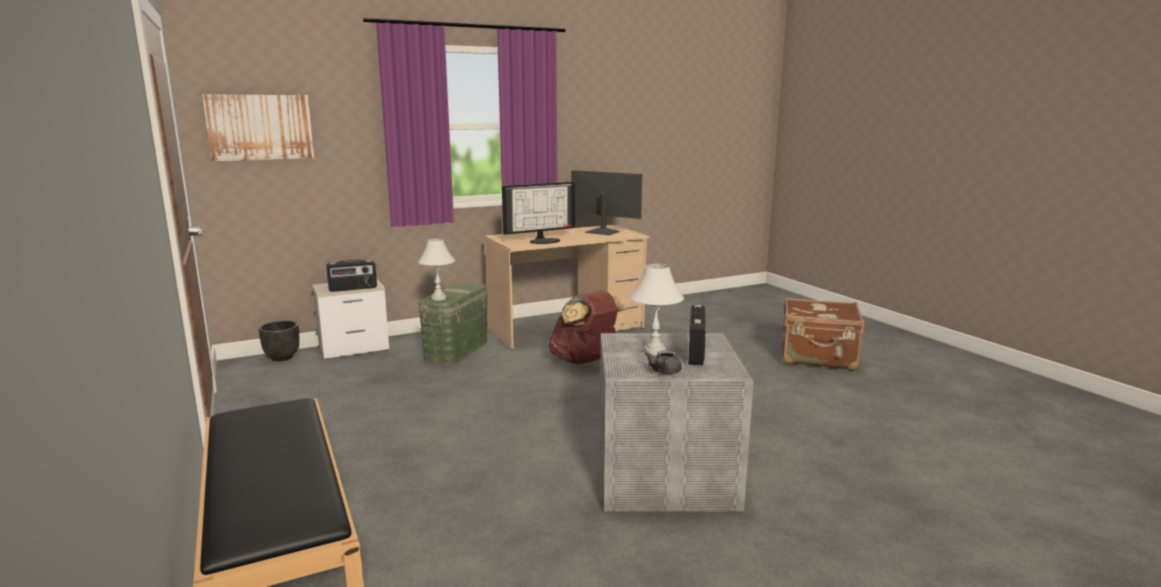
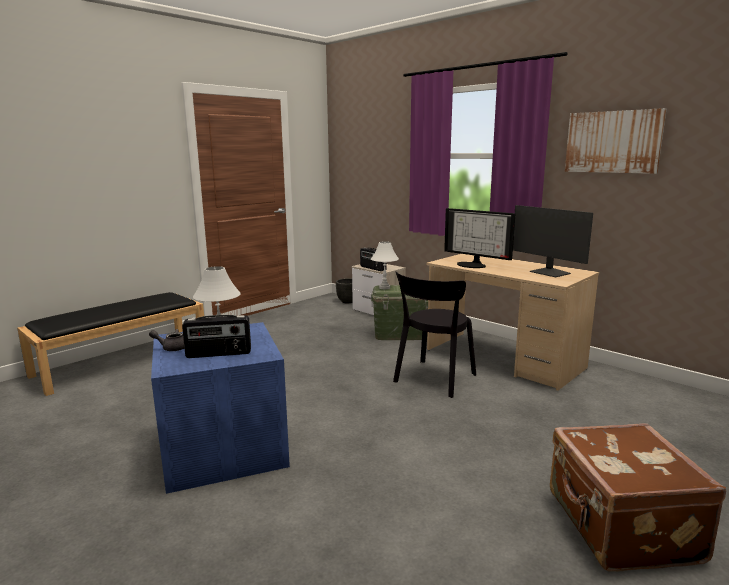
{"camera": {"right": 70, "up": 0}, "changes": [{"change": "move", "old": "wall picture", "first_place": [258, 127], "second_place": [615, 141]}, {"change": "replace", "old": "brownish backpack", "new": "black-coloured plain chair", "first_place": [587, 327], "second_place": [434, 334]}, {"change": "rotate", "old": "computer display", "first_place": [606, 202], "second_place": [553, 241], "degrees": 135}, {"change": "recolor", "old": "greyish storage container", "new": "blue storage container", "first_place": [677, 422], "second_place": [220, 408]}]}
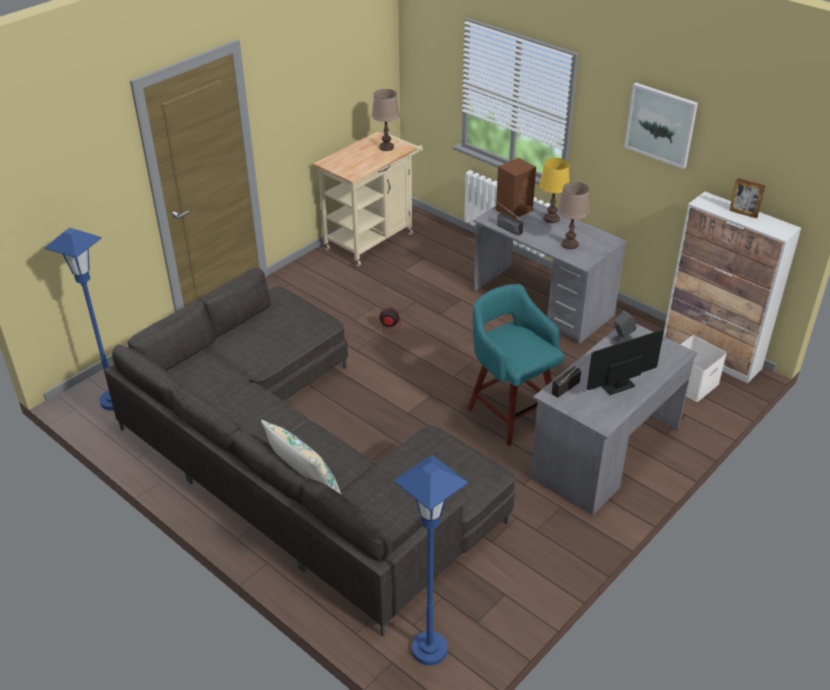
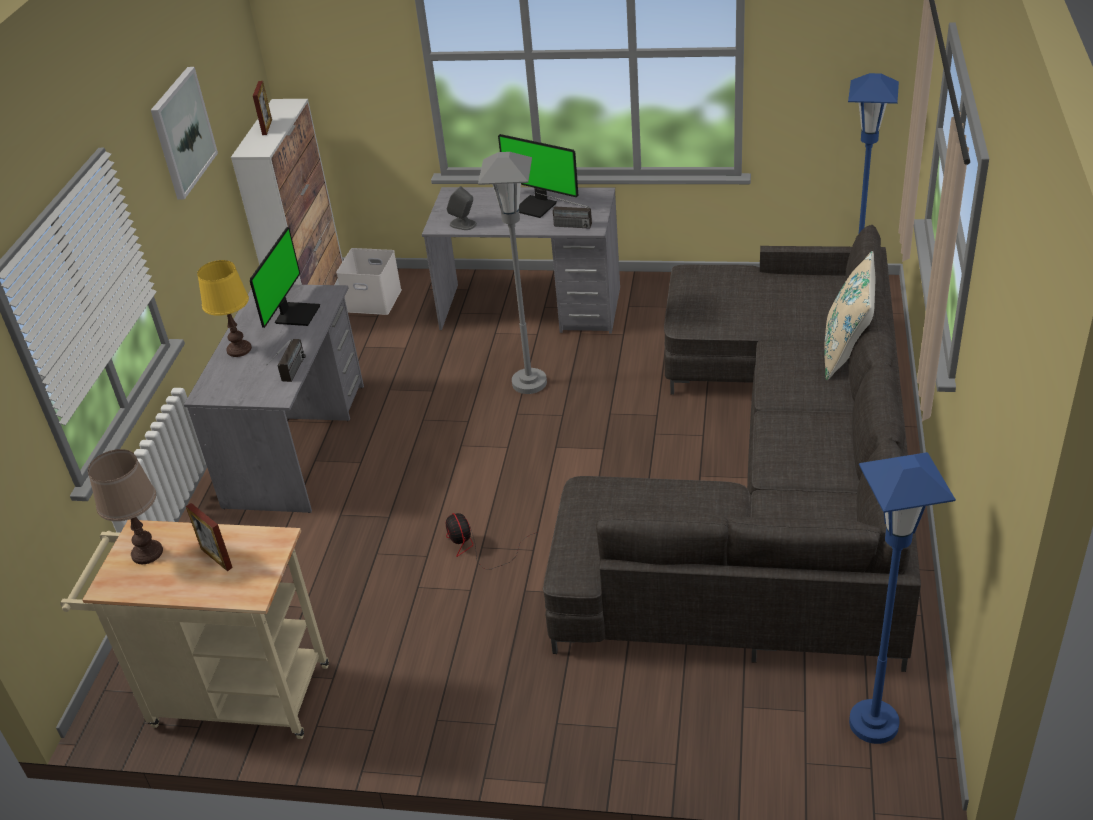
{"camera": {"right": -120, "up": 0}, "changes": [{"change": "replace", "old": "blue-green stool", "new": "greyish standard lamp", "first_place": [515, 365], "second_place": [512, 273]}, {"change": "delete", "old": "brownish audio speaker", "first_place": [516, 188]}, {"change": "replace", "old": "brownish table lamp", "new": "computer display", "first_place": [574, 215], "second_place": [285, 277]}, {"change": "insert", "new": "picture frame", "second_place": [209, 537]}]}
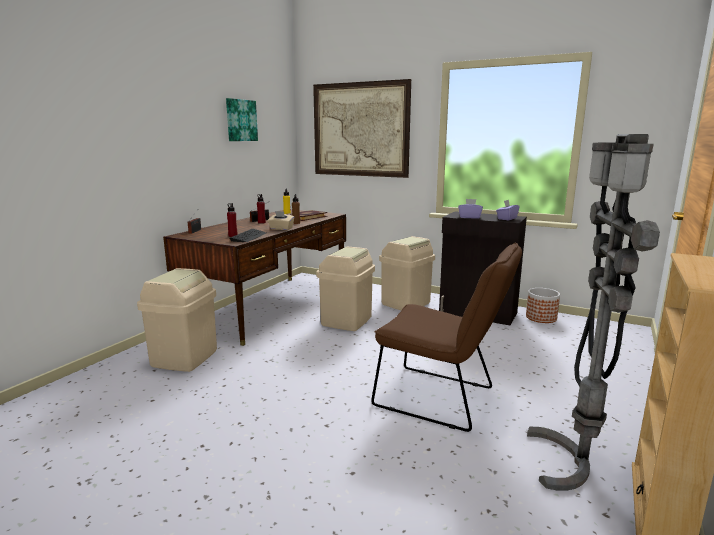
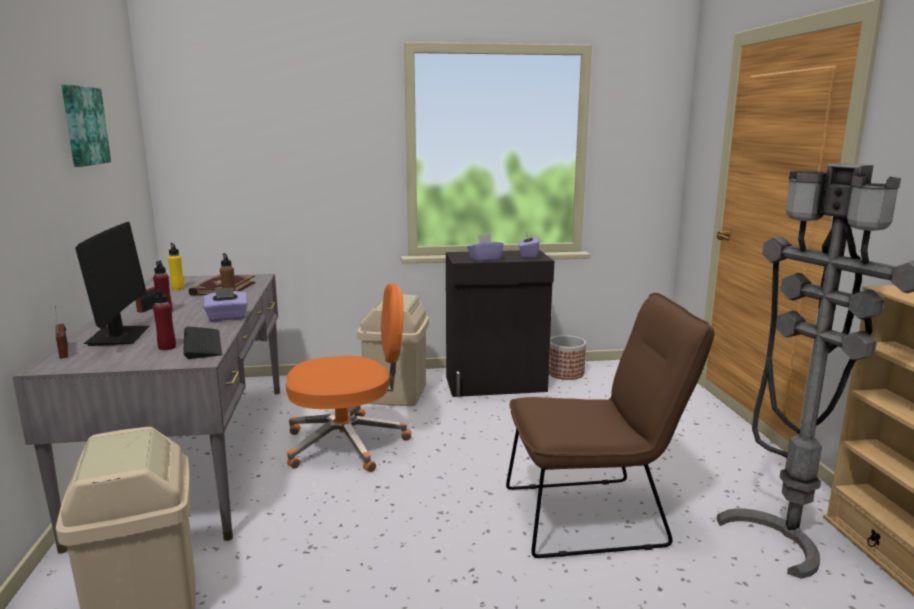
{"camera": {"right": -35, "up": 0}, "changes": [{"change": "recolor", "old": "brownish desk unit", "new": "greyish desk unit", "first_place": [254, 277], "second_place": [146, 414]}, {"change": "recolor", "old": "beige-coloured box of tissues", "new": "purple box of tissues", "first_place": [281, 220], "second_place": [225, 304]}, {"change": "delete", "old": "wall picture", "first_place": [362, 128]}, {"change": "replace", "old": "beige-coloured waste bin", "new": "orangey computer chair", "first_place": [345, 289], "second_place": [348, 377]}, {"change": "insert", "new": "computer display", "second_place": [112, 284]}]}
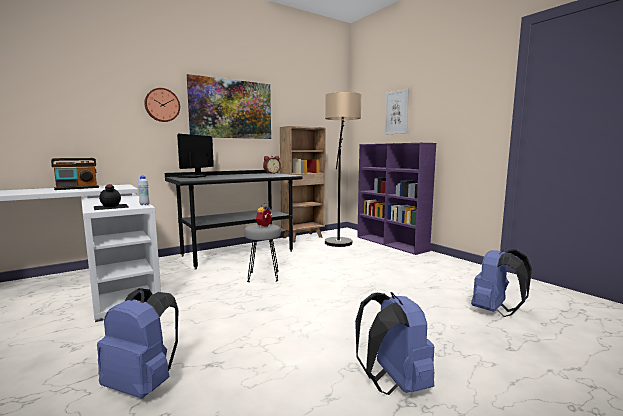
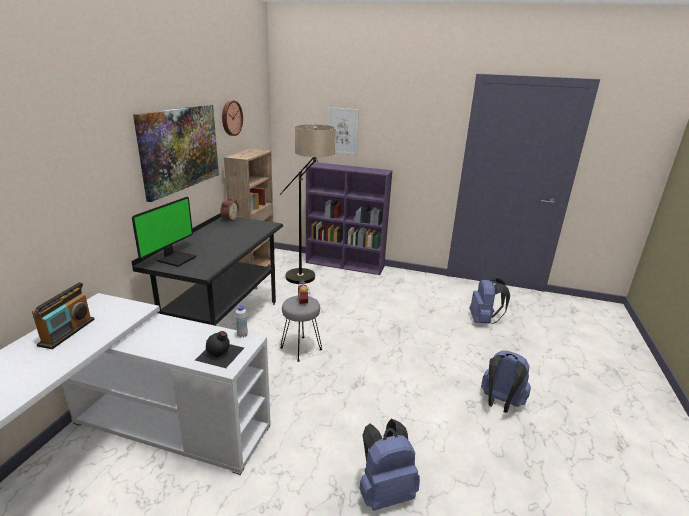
{"camera": {"right": -40, "up": 15}, "changes": [{"change": "move", "old": "wall clock", "first_place": [162, 105], "second_place": [232, 118]}, {"change": "rotate", "old": "computer display", "first_place": [195, 156], "second_place": [164, 232], "degrees": -135}]}
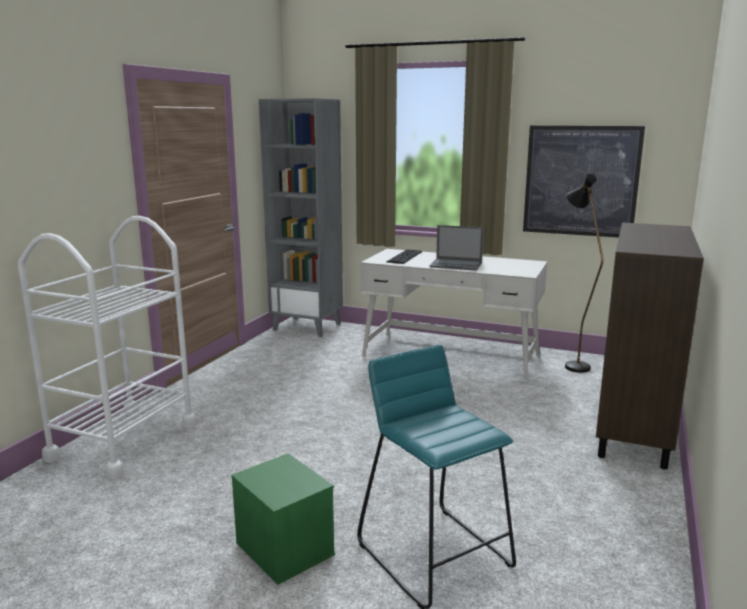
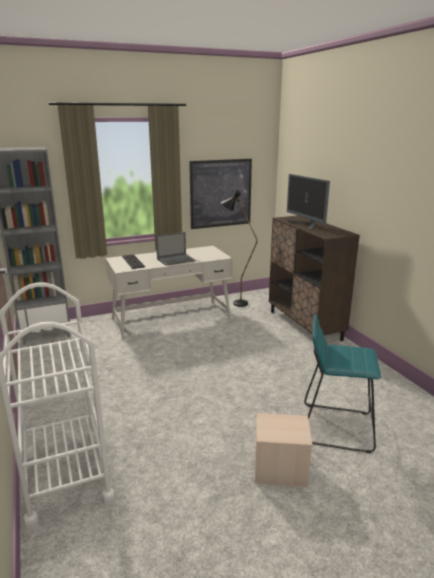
{"camera": {"right": -45, "up": 5}, "changes": [{"change": "recolor", "old": "greenish storage container", "new": "beige-coloured storage container", "first_place": [283, 519], "second_place": [284, 450]}, {"change": "insert", "new": "computer display", "second_place": [308, 202]}]}
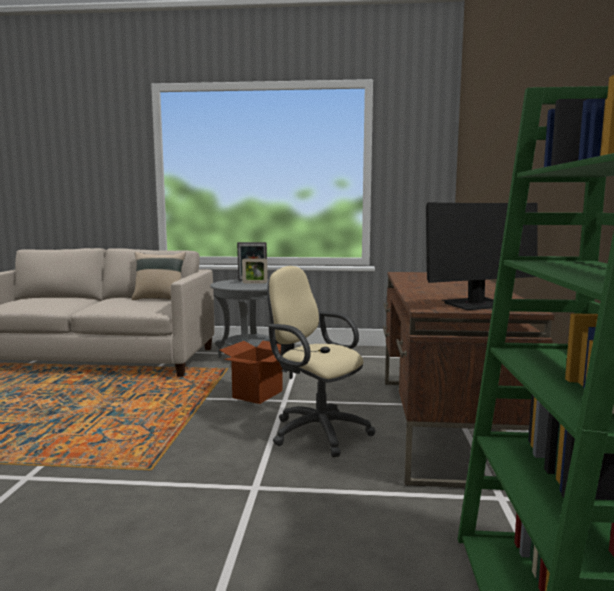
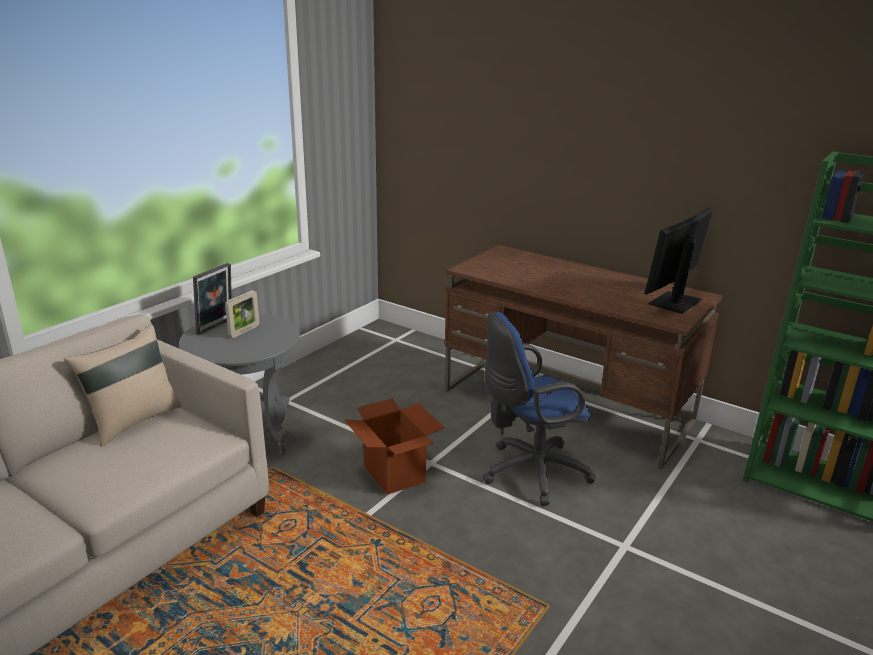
{"camera": {"right": -60, "up": 15}, "changes": [{"change": "recolor", "old": "beige-coloured computer chair", "new": "blue computer chair", "first_place": [321, 361], "second_place": [539, 409]}, {"change": "rotate", "old": "computer display", "first_place": [482, 256], "second_place": [678, 260], "degrees": -150}]}
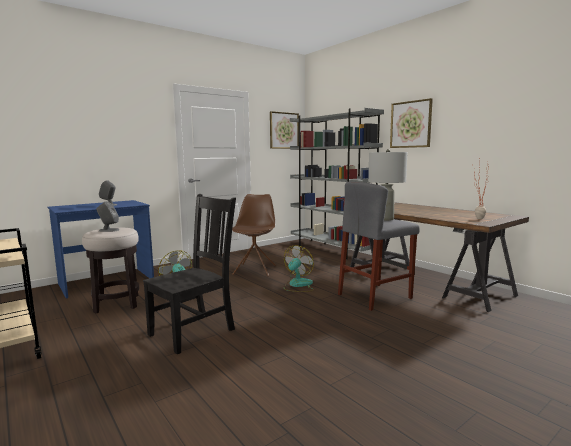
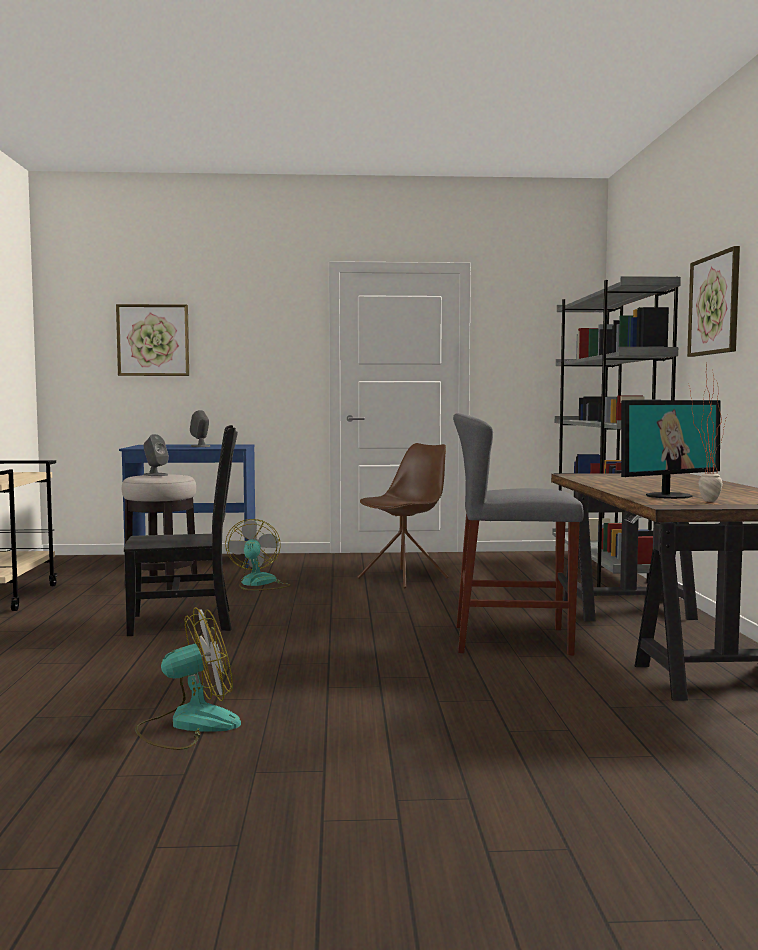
{"camera": {"right": 35, "up": -5}, "changes": [{"change": "move", "old": "wall picture", "first_place": [284, 130], "second_place": [152, 340]}, {"change": "move", "old": "fan", "first_place": [299, 268], "second_place": [188, 678]}, {"change": "delete", "old": "greyish table lamp", "first_place": [387, 185]}, {"change": "insert", "new": "computer display", "second_place": [671, 449]}]}
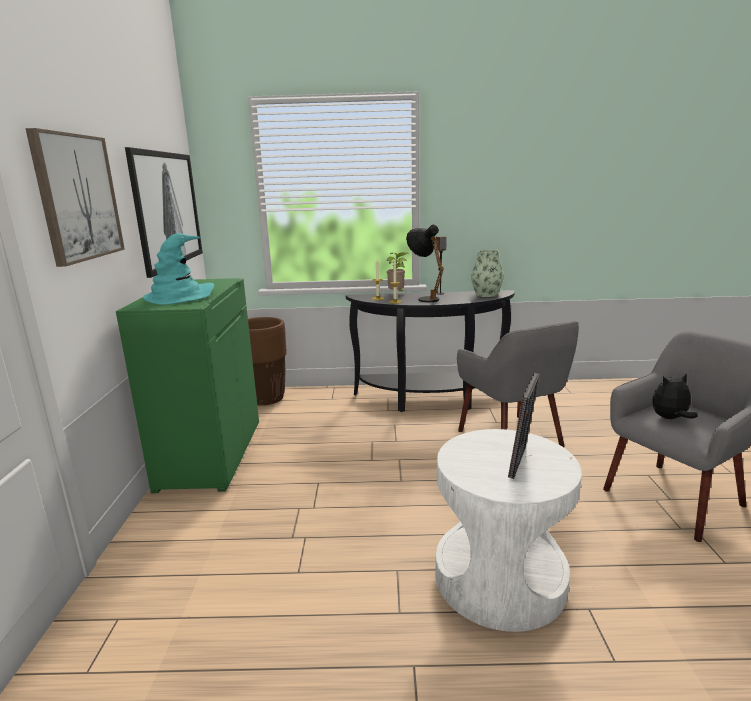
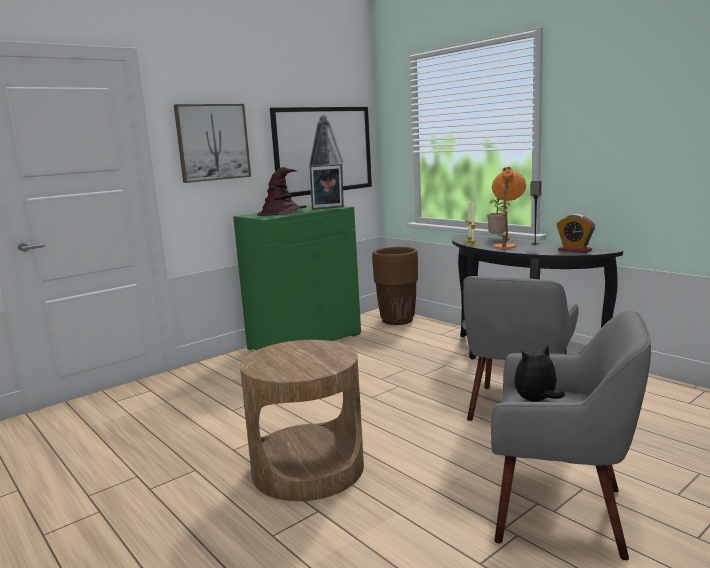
{"camera": {"right": 50, "up": -5}, "changes": [{"change": "recolor", "old": "blue-green wearable hat", "new": "brownish wearable hat", "first_place": [178, 269], "second_place": [282, 191]}, {"change": "recolor", "old": "black-coloured table lamp", "new": "orangey table lamp", "first_place": [425, 263], "second_place": [509, 208]}, {"change": "recolor", "old": "white-coloured side table", "new": "brownish side table", "first_place": [509, 530], "second_place": [302, 420]}, {"change": "replace", "old": "flower vase", "new": "alarm clock", "first_place": [487, 273], "second_place": [576, 233]}, {"change": "move", "old": "picture frame", "first_place": [524, 426], "second_place": [327, 187]}, {"change": "rotate", "old": "cuddly toy", "first_place": [675, 396], "second_place": [539, 373], "degrees": -60}]}
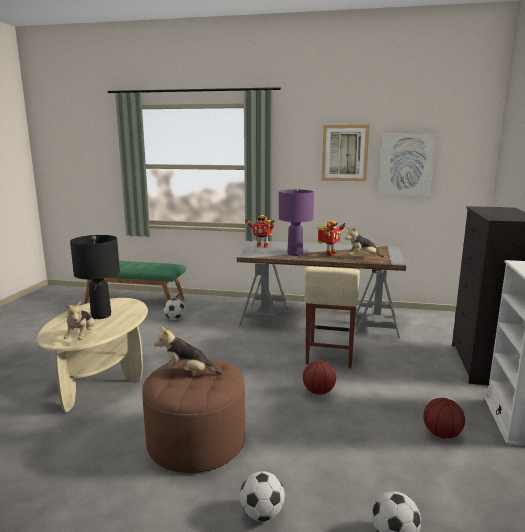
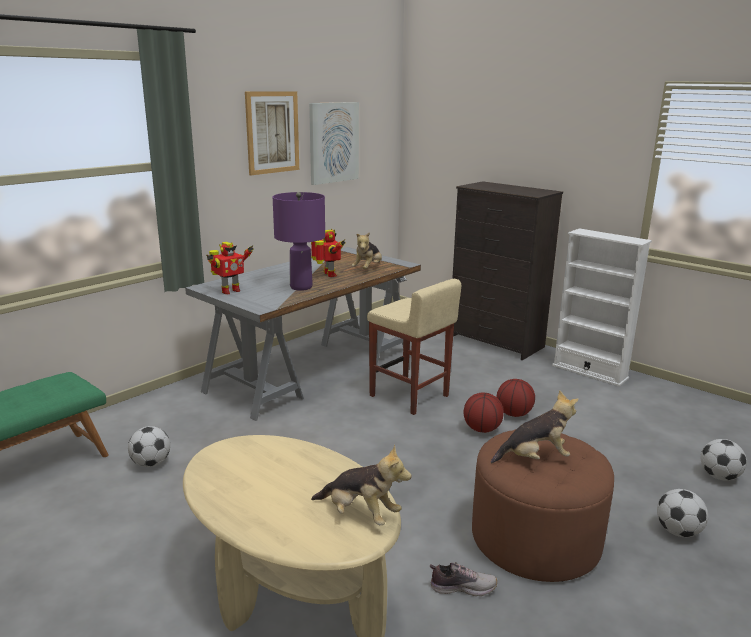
{"camera": {"right": -60, "up": 5}, "changes": [{"change": "delete", "old": "black-coloured table lamp", "first_place": [95, 277]}, {"change": "rotate", "old": "cuddly toy", "first_place": [188, 350], "second_place": [535, 426], "degrees": -135}, {"change": "move", "old": "basketball ball", "first_place": [444, 418], "second_place": [516, 398]}, {"change": "insert", "new": "shoe", "second_place": [463, 579]}]}
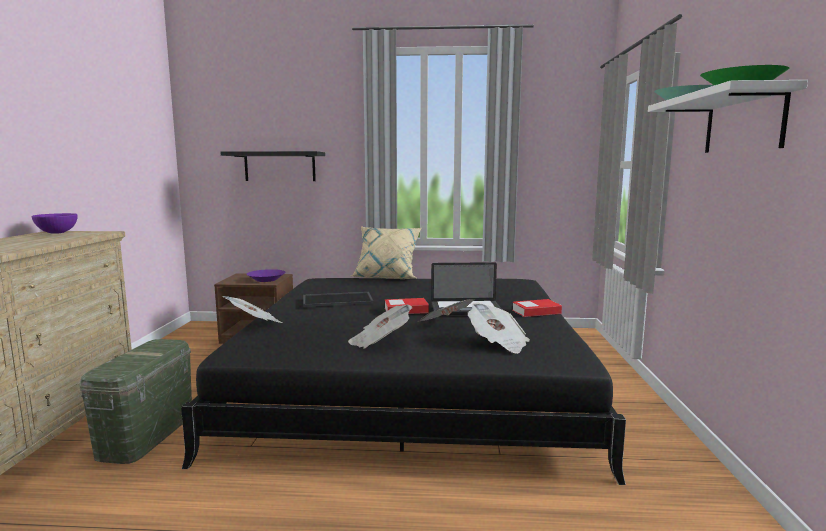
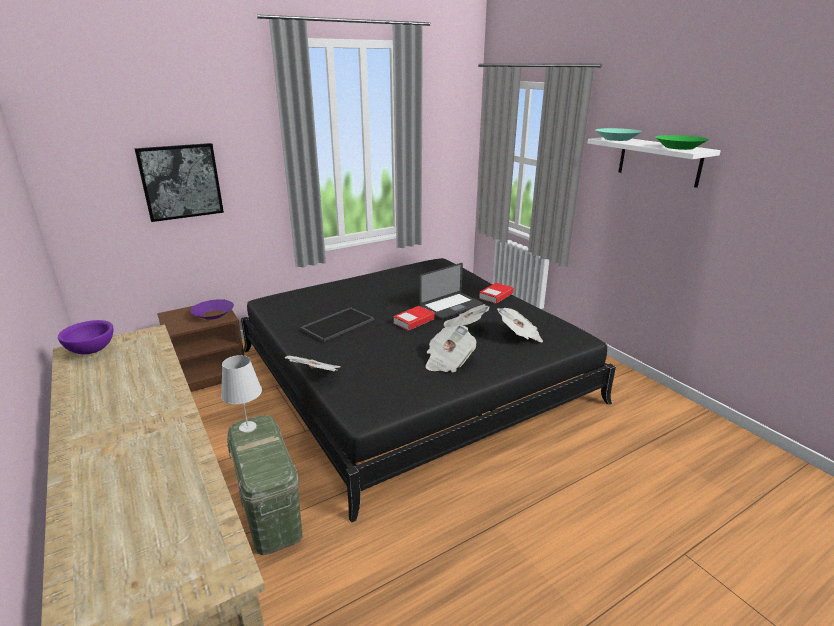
{"camera": {"right": -35, "up": 15}, "changes": [{"change": "replace", "old": "black-coloured shelf", "new": "wall picture", "first_place": [272, 166], "second_place": [179, 182]}, {"change": "delete", "old": "beige-coloured throw pillow", "first_place": [385, 252]}, {"change": "insert", "new": "white-coloured table lamp", "second_place": [241, 394]}]}
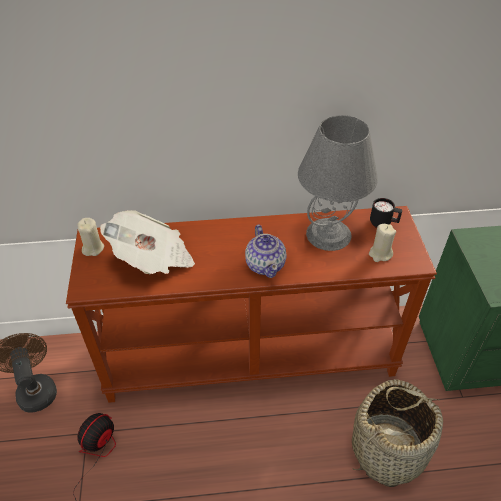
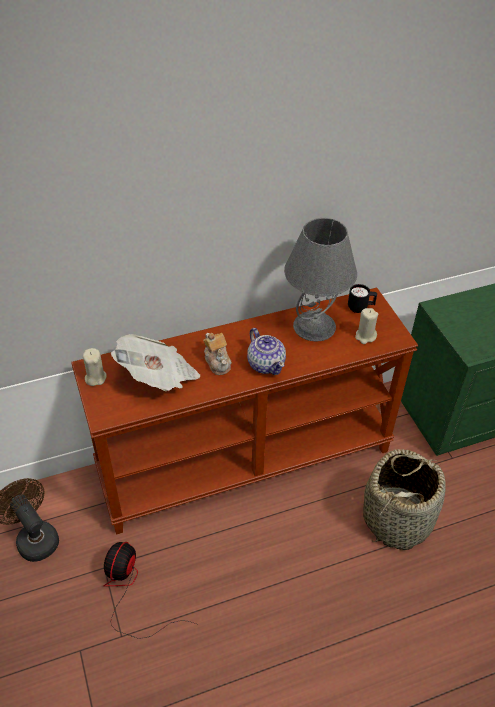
{"camera": {"right": -15, "up": 0}, "changes": [{"change": "insert", "new": "pot for tea", "second_place": [217, 354]}]}
